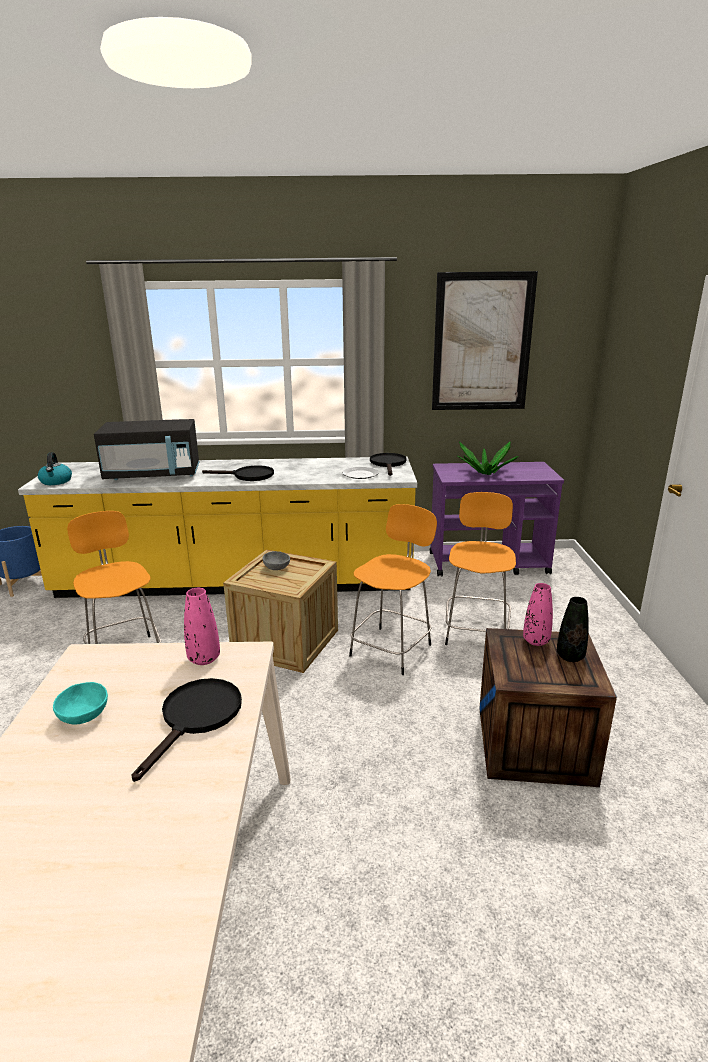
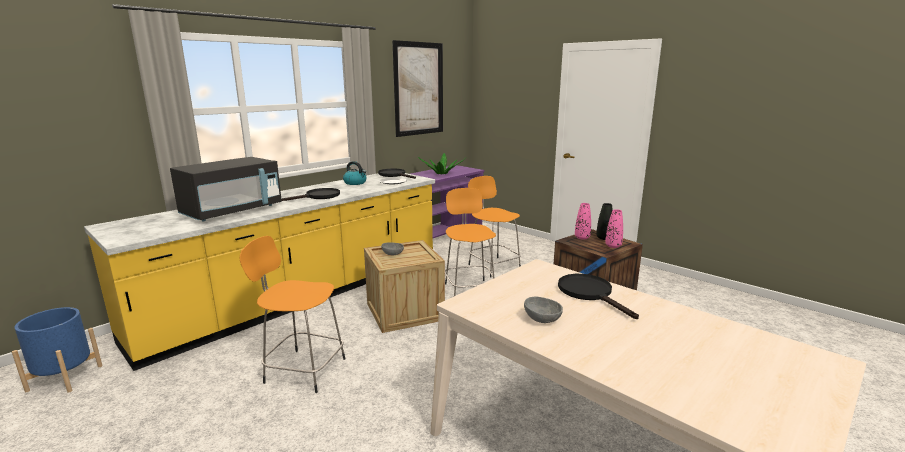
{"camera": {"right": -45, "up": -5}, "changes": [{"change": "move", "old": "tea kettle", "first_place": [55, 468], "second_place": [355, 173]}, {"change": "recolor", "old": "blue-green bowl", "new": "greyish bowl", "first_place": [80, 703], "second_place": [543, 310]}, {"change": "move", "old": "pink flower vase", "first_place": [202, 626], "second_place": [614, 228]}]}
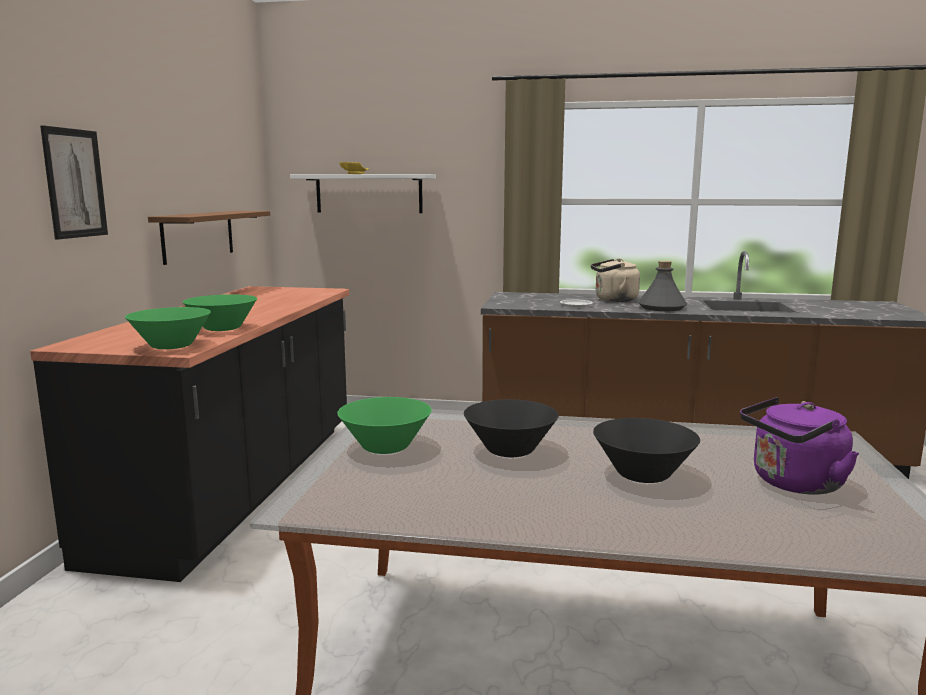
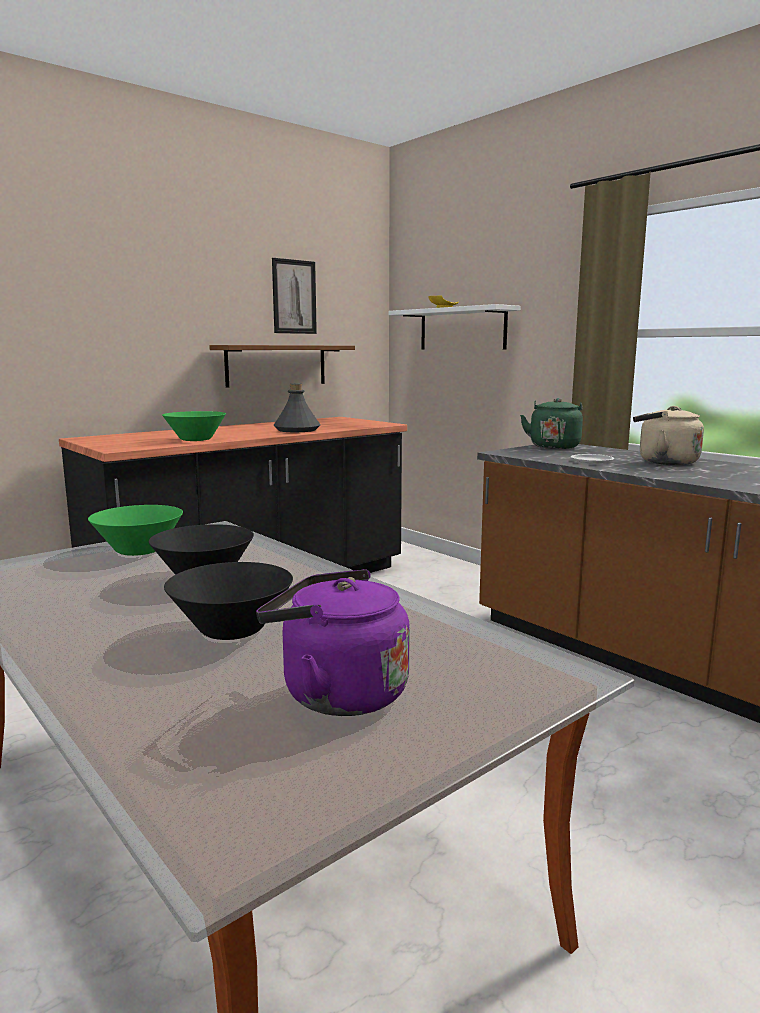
{"camera": {"right": 40, "up": 0}, "changes": [{"change": "move", "old": "wall picture", "first_place": [74, 182], "second_place": [294, 296]}, {"change": "delete", "old": "greenish bowl", "first_place": [168, 328]}, {"change": "move", "old": "greyish beverage bottle", "first_place": [662, 286], "second_place": [297, 408]}, {"change": "insert", "new": "greenish tea kettle", "second_place": [551, 423]}]}
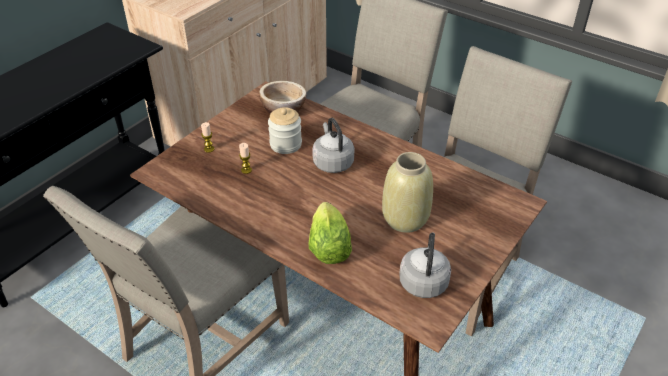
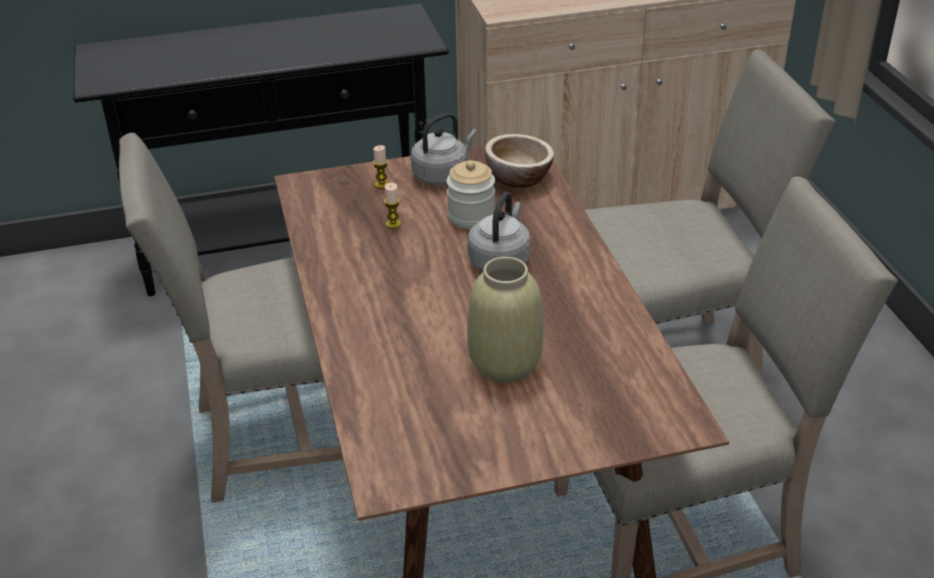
{"camera": {"right": 40, "up": -5}, "changes": [{"change": "delete", "old": "lettuce", "first_place": [330, 233]}, {"change": "move", "old": "greyish tea kettle", "first_place": [425, 265], "second_place": [444, 149]}]}
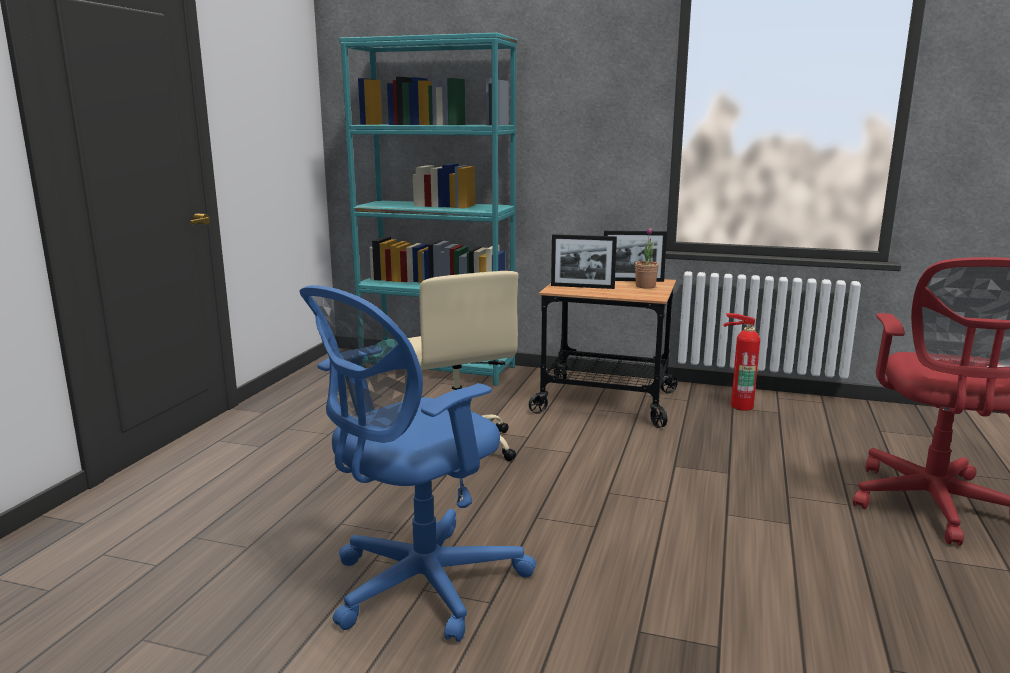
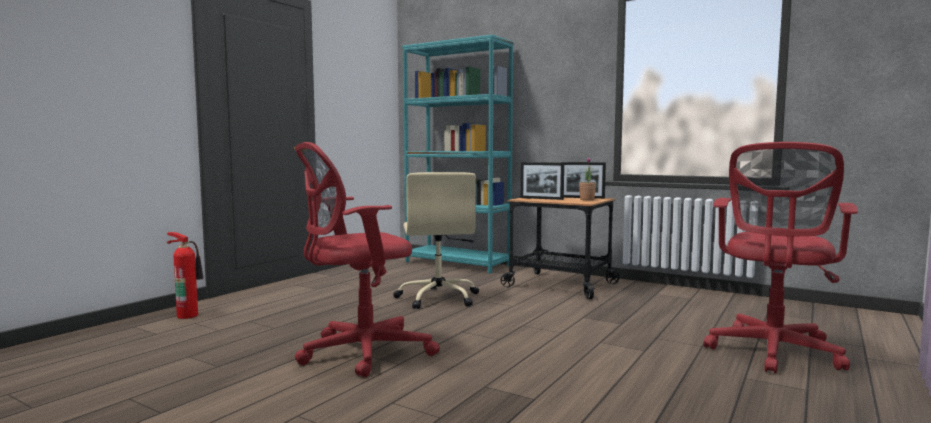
{"camera": {"right": 15, "up": -10}, "changes": [{"change": "recolor", "old": "blue computer chair", "new": "red-coloured computer chair", "first_place": [418, 463], "second_place": [367, 259]}, {"change": "move", "old": "fire extinguisher", "first_place": [741, 362], "second_place": [185, 275]}]}
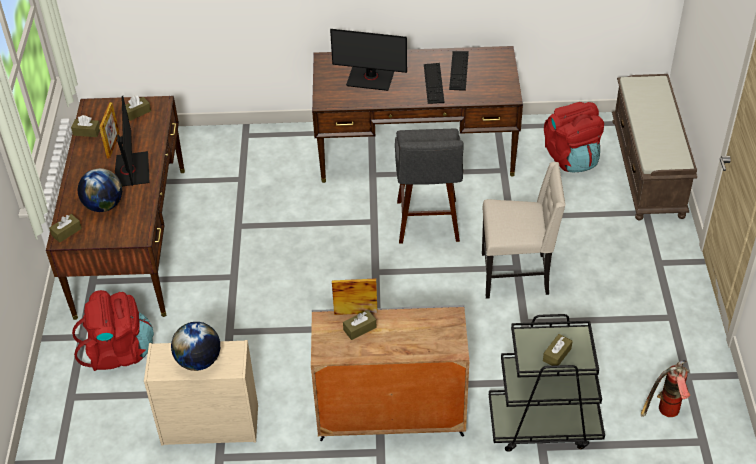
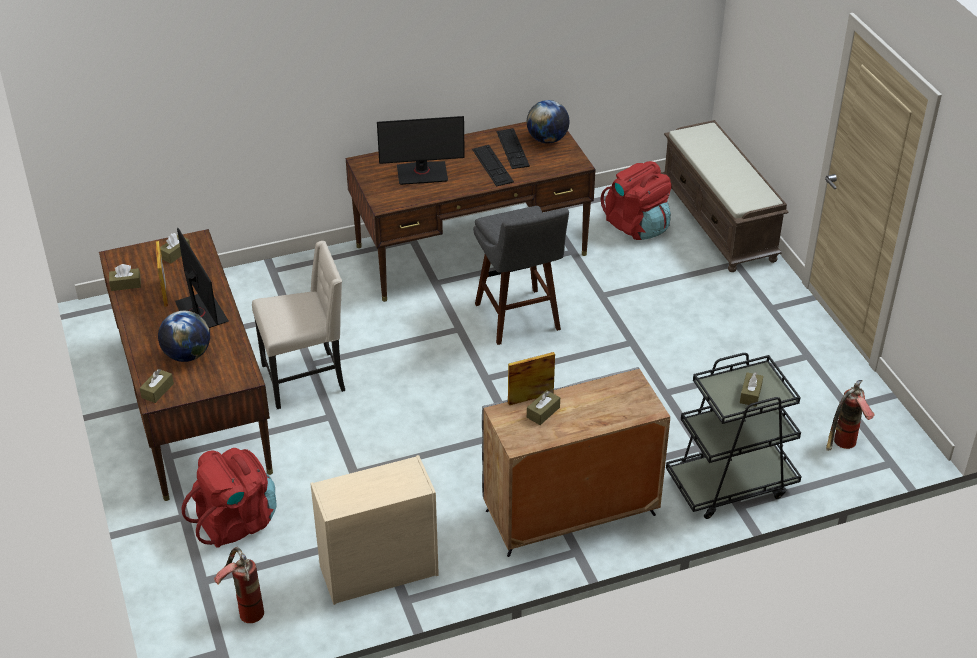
{"camera": {"right": -20, "up": -5}, "changes": [{"change": "move", "old": "globe", "first_place": [195, 346], "second_place": [548, 122]}, {"change": "move", "old": "beige-coloured plain chair", "first_place": [524, 230], "second_place": [298, 325]}, {"change": "insert", "new": "fire extinguisher", "second_place": [239, 585]}]}
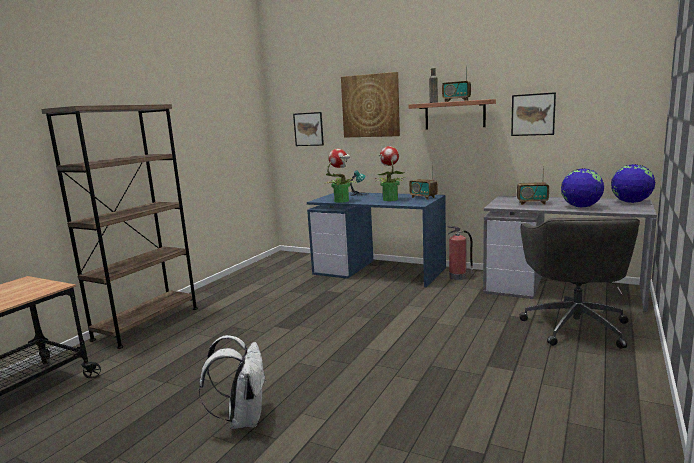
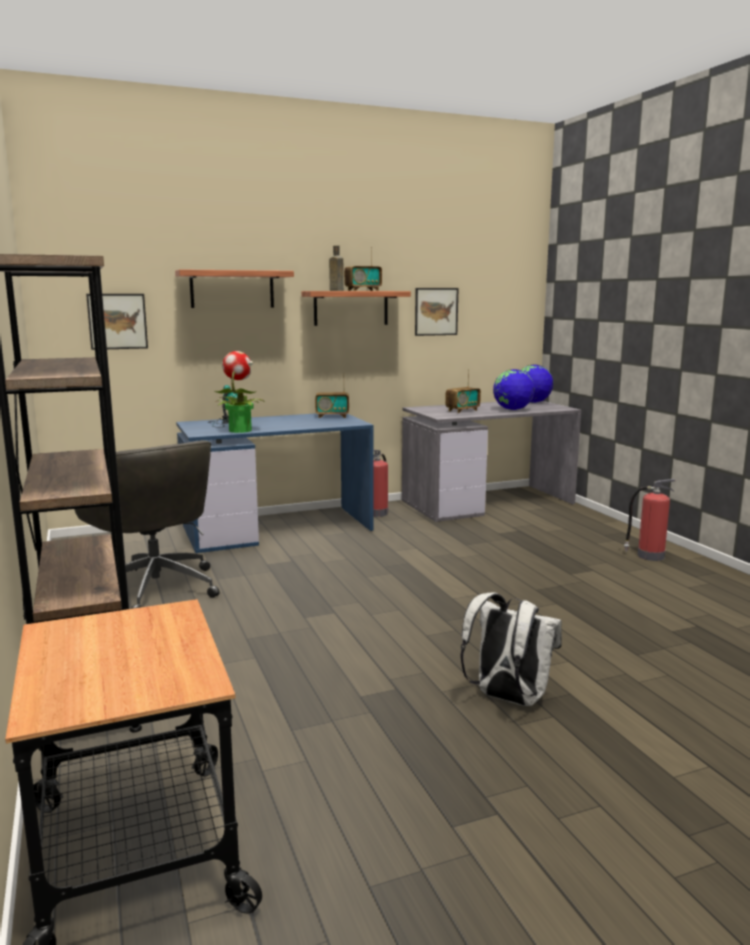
{"camera": {"right": -50, "up": 0}, "changes": [{"change": "replace", "old": "wall picture", "new": "shelf", "first_place": [370, 105], "second_place": [234, 288]}, {"change": "delete", "old": "houseplant", "first_place": [390, 173]}, {"change": "move", "old": "greyish computer chair", "first_place": [579, 283], "second_place": [146, 524]}, {"change": "insert", "new": "fire extinguisher", "second_place": [649, 520]}]}
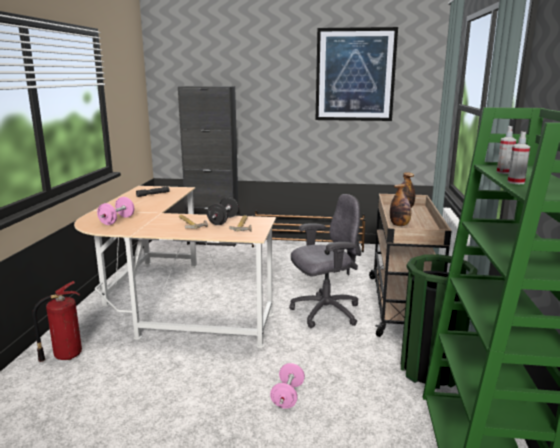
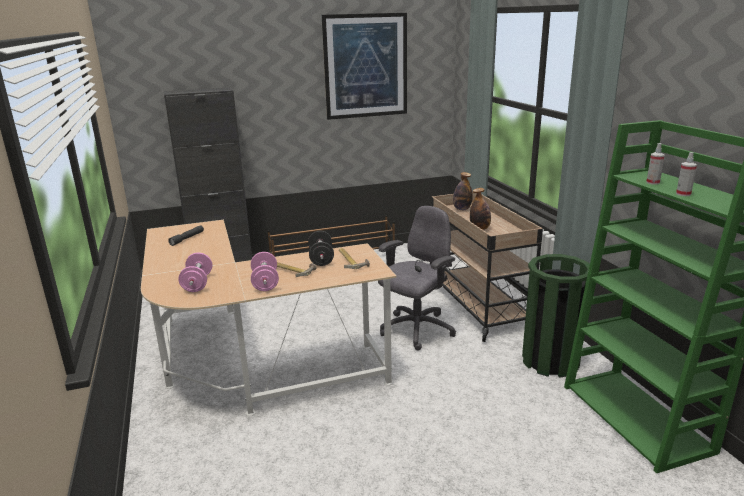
{"camera": {"right": -25, "up": 5}, "changes": [{"change": "delete", "old": "fire extinguisher", "first_place": [57, 321]}, {"change": "move", "old": "pink dumbbell", "first_place": [287, 386], "second_place": [265, 271]}]}
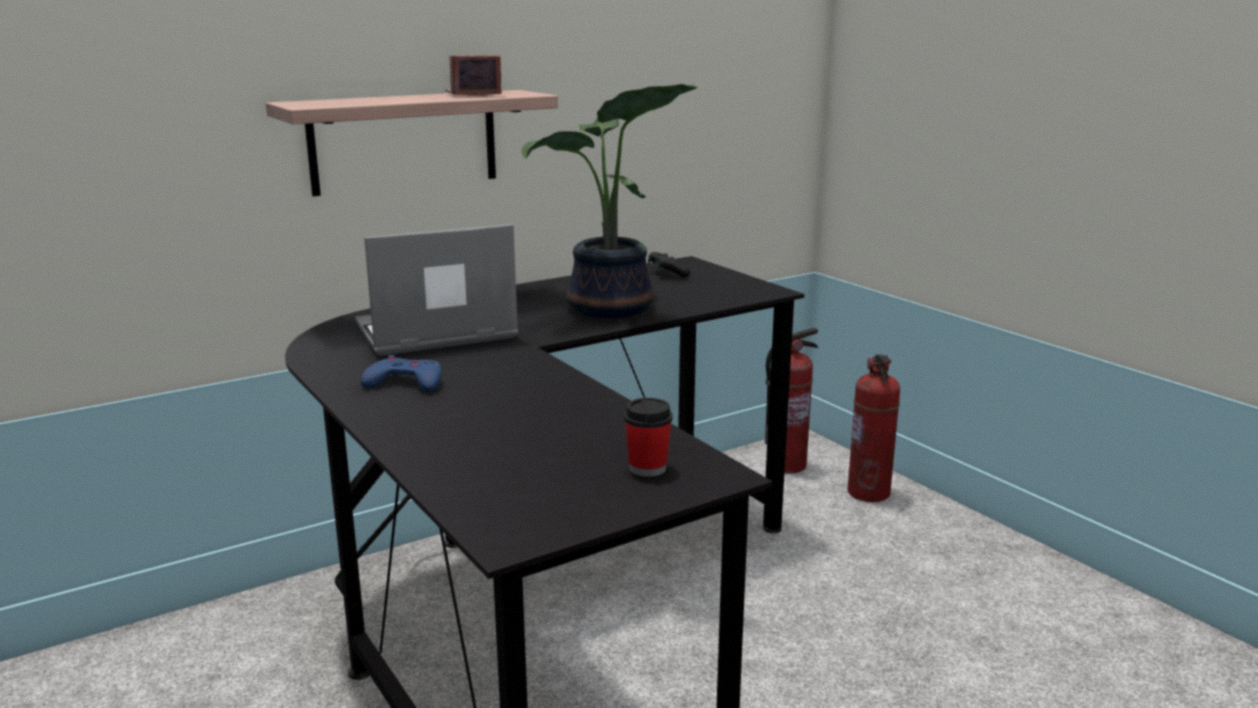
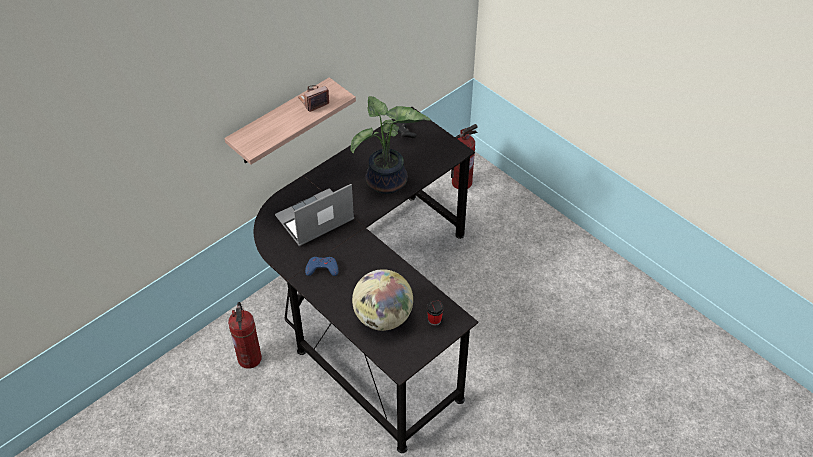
{"camera": {"right": -10, "up": 30}, "changes": [{"change": "move", "old": "fire extinguisher", "first_place": [874, 428], "second_place": [245, 335]}, {"change": "insert", "new": "globe", "second_place": [382, 300]}]}
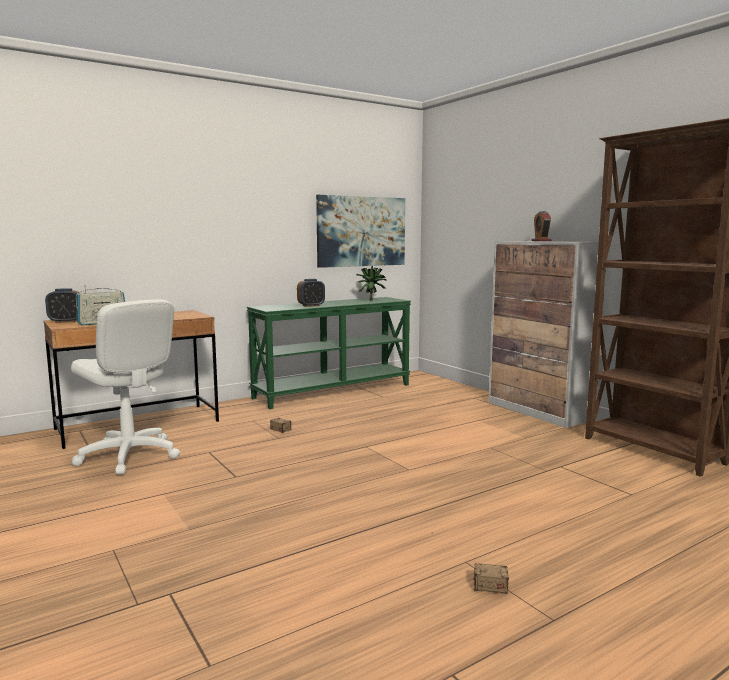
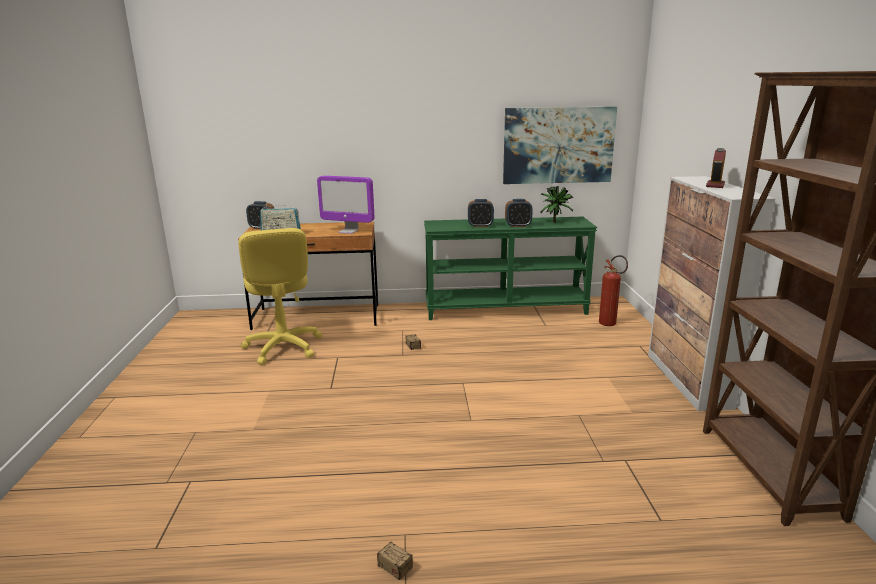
{"camera": {"right": 30, "up": 10}, "changes": [{"change": "recolor", "old": "white-coloured computer chair", "new": "yellow computer chair", "first_place": [125, 387], "second_place": [280, 296]}, {"change": "insert", "new": "computer display", "second_place": [345, 205]}, {"change": "insert", "new": "alarm clock", "second_place": [519, 213]}, {"change": "insert", "new": "fire extinguisher", "second_place": [613, 290]}]}
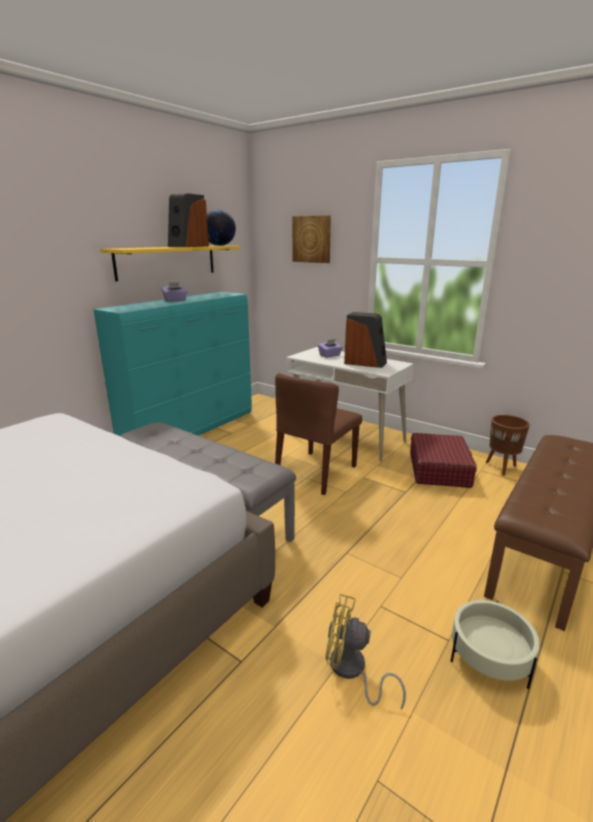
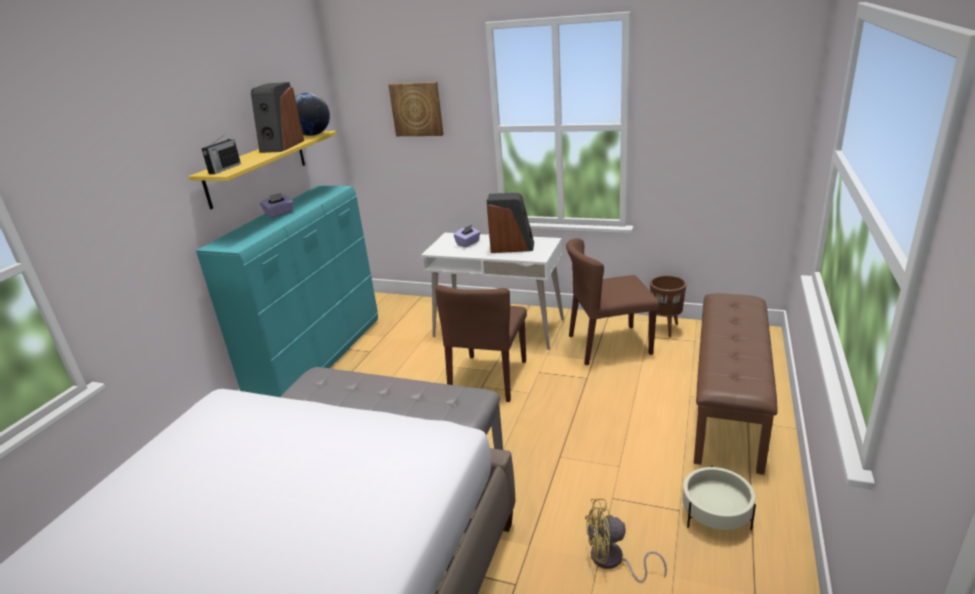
{"camera": {"right": -15, "up": 5}, "changes": [{"change": "replace", "old": "red-coloured piece of luggage", "new": "brownish plain chair", "first_place": [443, 460], "second_place": [612, 301]}, {"change": "insert", "new": "radio set", "second_place": [221, 154]}]}
